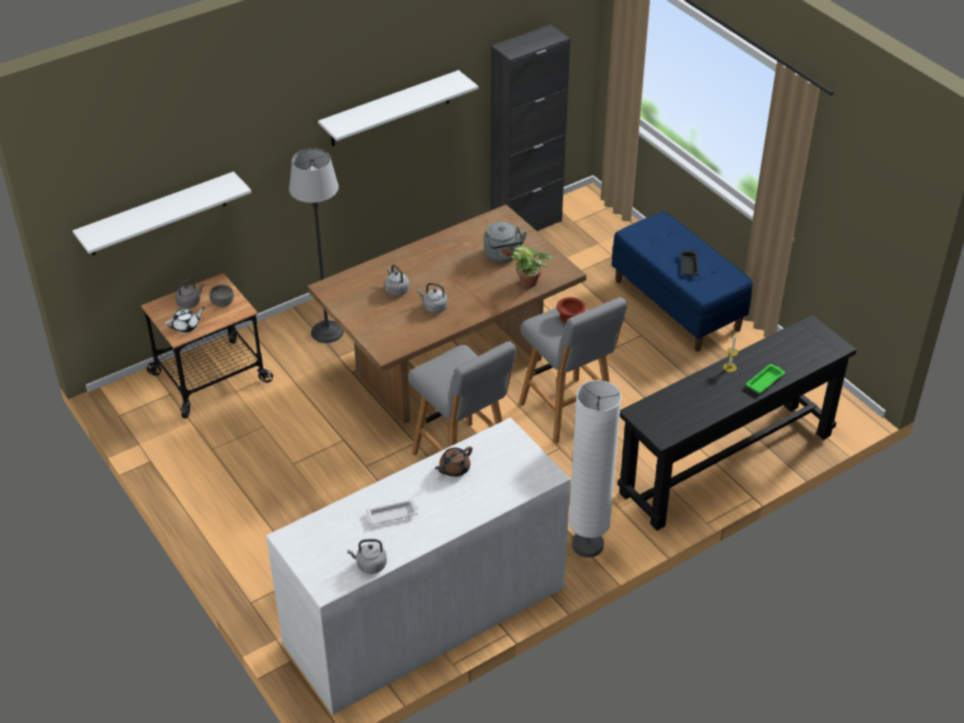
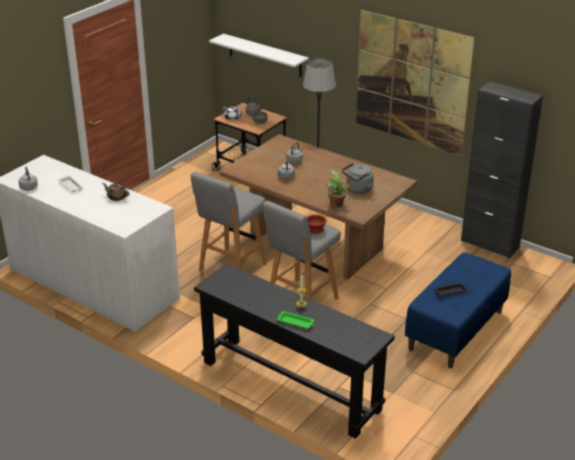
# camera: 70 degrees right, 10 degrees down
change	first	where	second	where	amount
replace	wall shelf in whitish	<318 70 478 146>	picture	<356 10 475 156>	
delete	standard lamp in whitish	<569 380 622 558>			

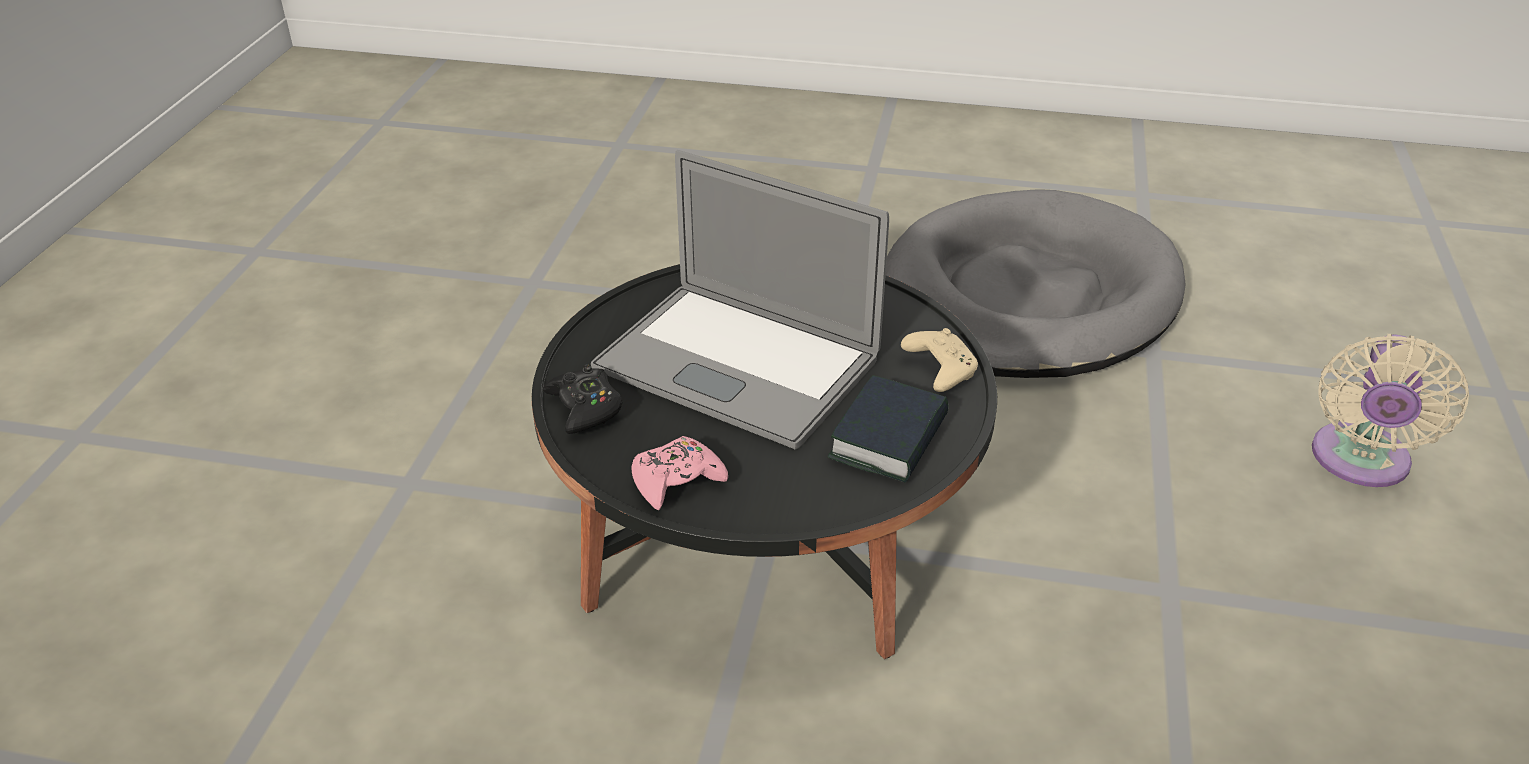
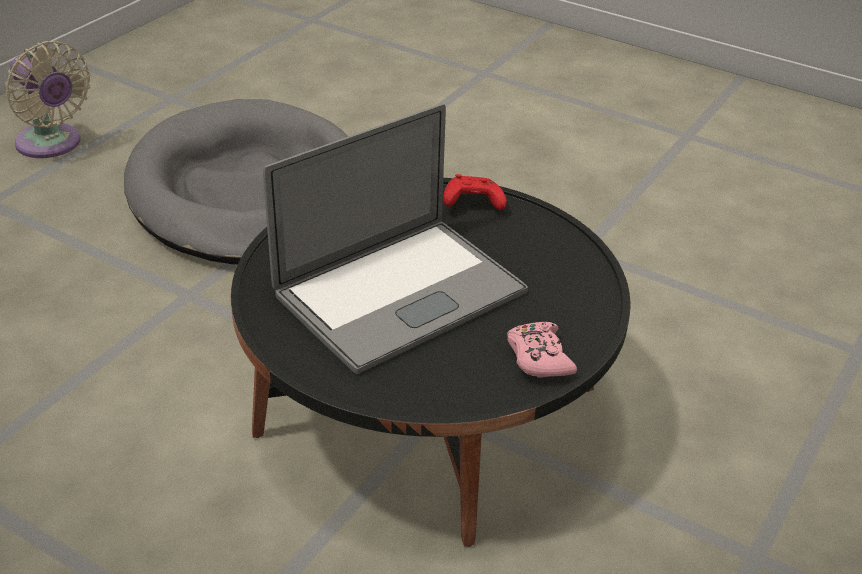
# camera: 70 degrees left, 0 degrees up
change	first	where	second	where	amount
delete	joypad in black-coloured	<543 364 623 434>			
delete	bound book	<828 375 949 483>			
recolor	joypad in beige	<901 328 978 392>	joypad in reddish	<443 174 507 210>	
move	fan in beige	<1312 334 1469 487>		<5 41 91 158>	

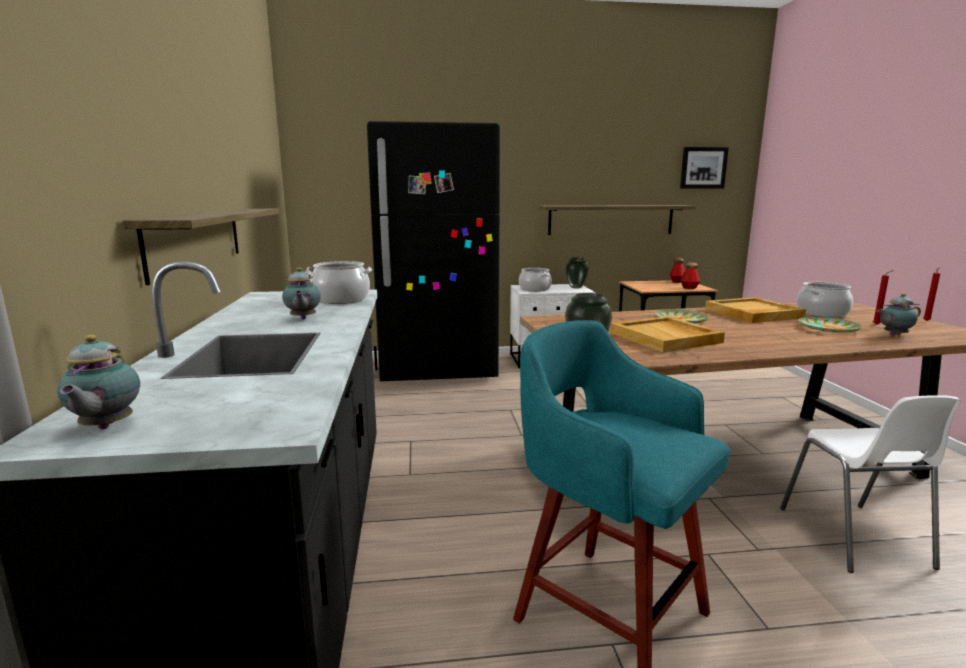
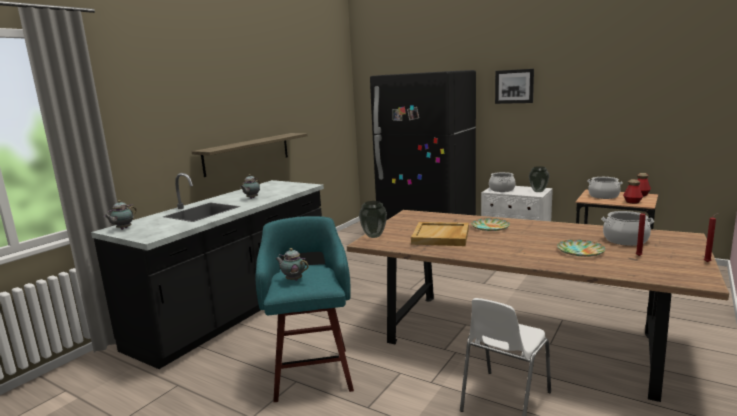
# camera: 40 degrees right, 0 degrees up
change	first	where	second	where	amount
move	cooking pot	<306 261 372 304>		<587 177 623 199>	
delete	wall shelf	<538 205 696 235>			
move	picture	<680 147 729 188>		<495 69 534 104>	
delete	tray in beige	<705 297 806 323>			
move	teapot	<877 293 921 335>		<276 248 309 281>	

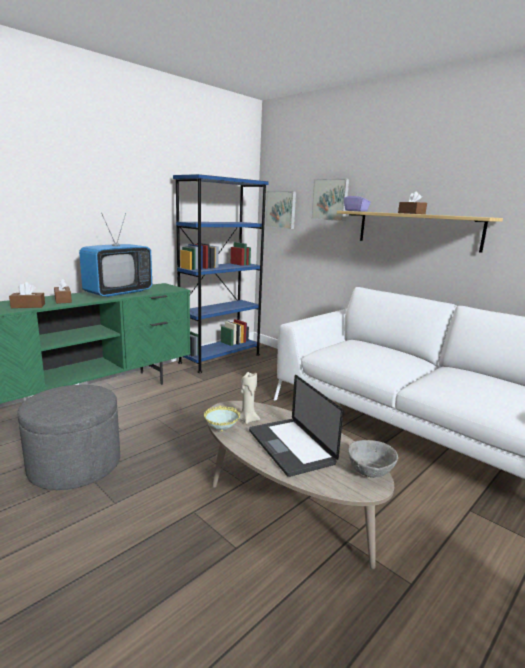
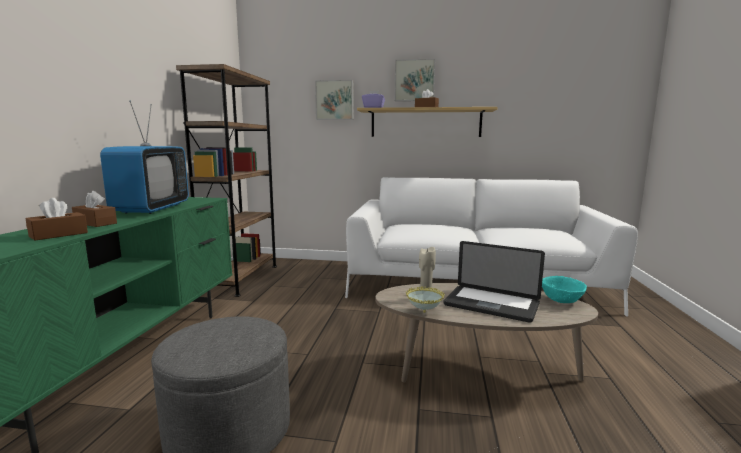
# camera: 35 degrees left, 5 degrees down
change	first	where	second	where	amount
recolor	bookcase in blue-coloured	<173 174 269 373>	bookcase in brown-coloured	<176 64 277 297>	
move	picture	<265 191 296 229>		<395 59 435 101>	
recolor	deep dish in greyish	<348 440 398 478>	deep dish in turquoise-coloured	<542 276 587 303>	

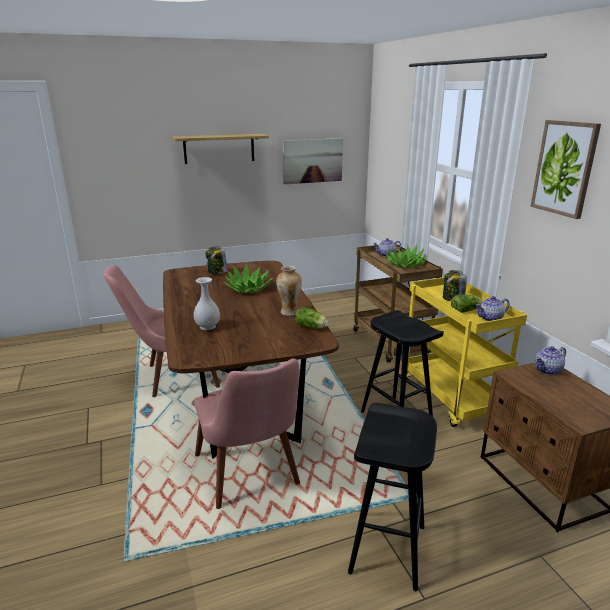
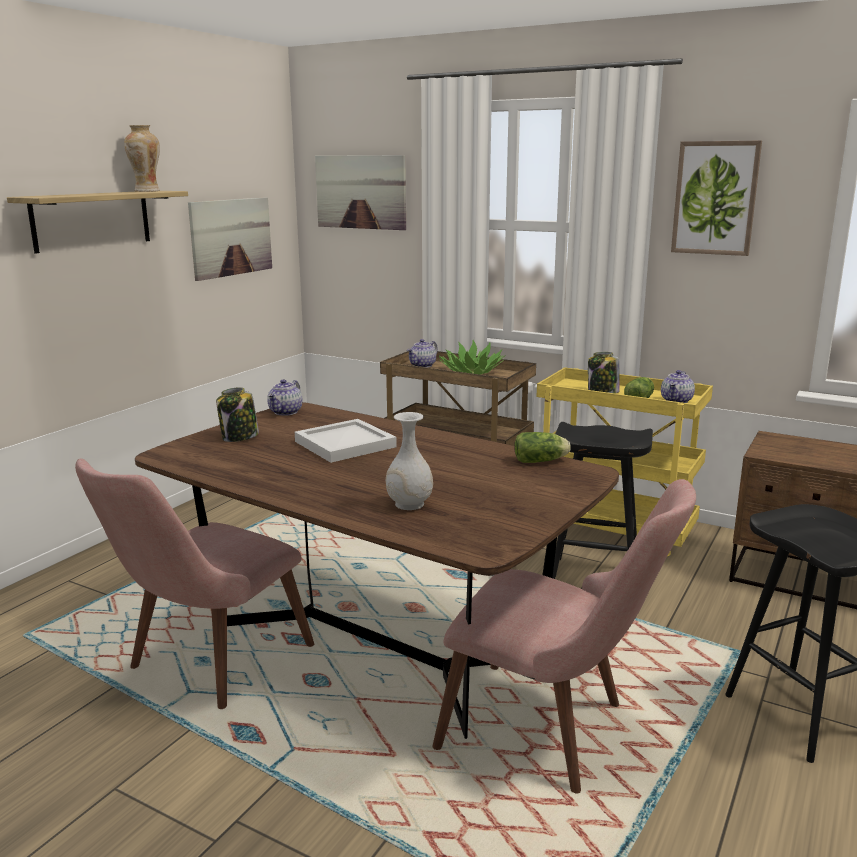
# camera: 40 degrees left, 5 degrees down
change	first	where	second	where	amount
replace	potted plant	<223 264 273 293>	tray in whitish	<295 419 397 463>	
move	vase	<276 265 302 316>		<124 125 160 192>	
move	teapot	<535 346 566 375>		<267 379 303 416>	
insert			picture	<315 155 406 230>	

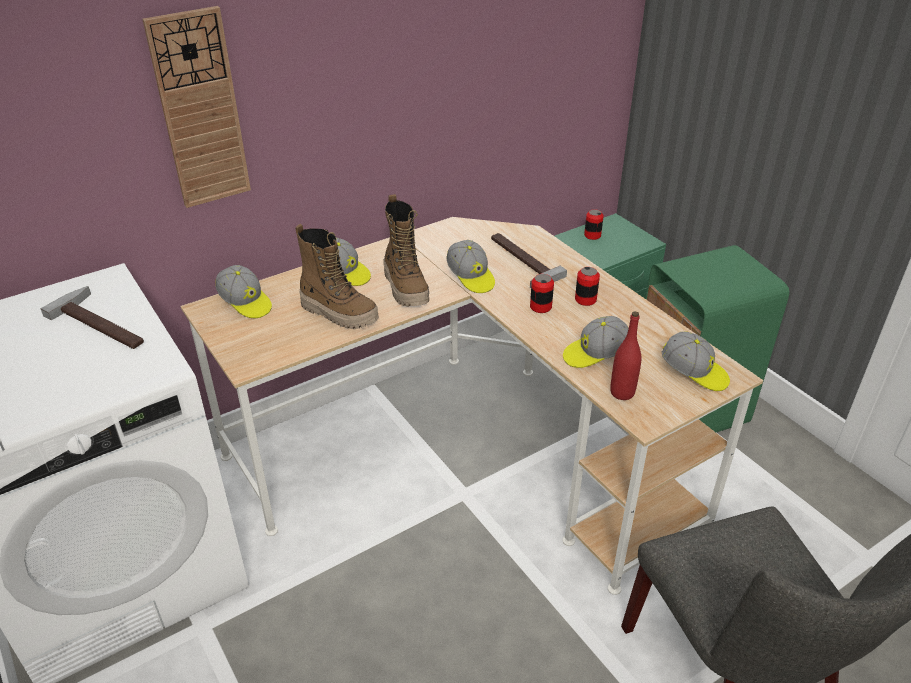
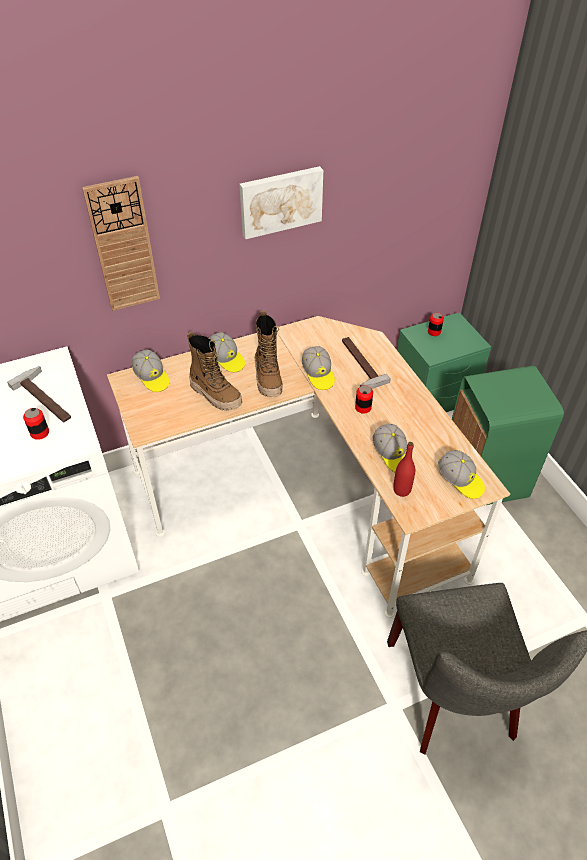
# camera: 10 degrees right, 10 degrees up
change	first	where	second	where	amount
rotate	peaked cap	<563 316 629 368>		<372 424 407 472>	105 degrees counterclockwise
move	can	<575 267 600 306>		<23 408 49 440>	
insert			picture	<239 166 323 239>	

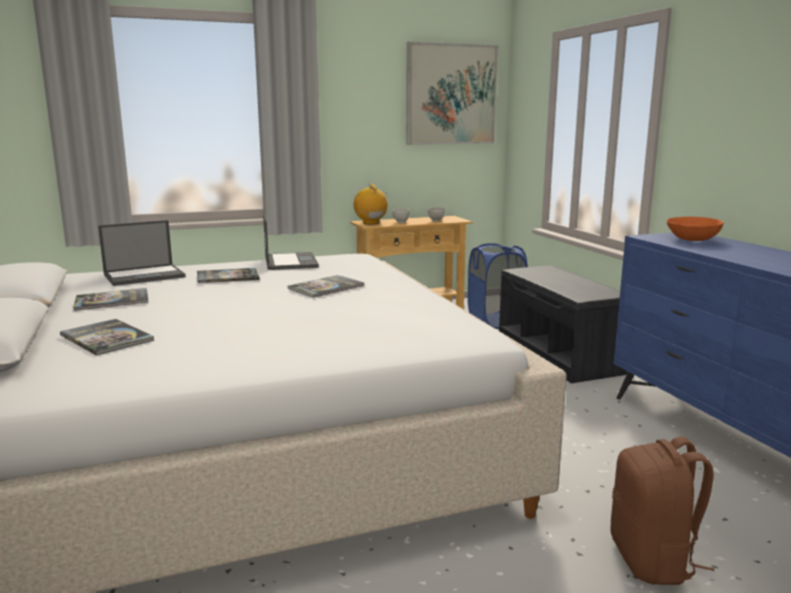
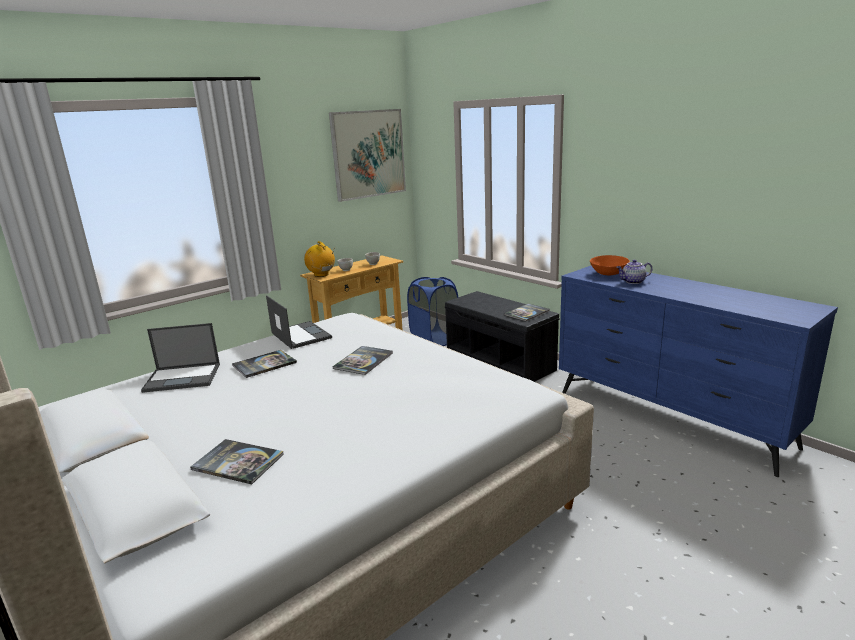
# camera: 20 degrees left, 5 degrees up
change	first	where	second	where	amount
move	bound book	<73 288 149 311>		<504 304 550 322>	
rotate	notebook computer	<98 220 186 286>		<141 323 220 393>	45 degrees clockwise
delete	knapsack in brown-coloured	<611 437 715 585>			
insert			teapot	<616 260 652 284>	

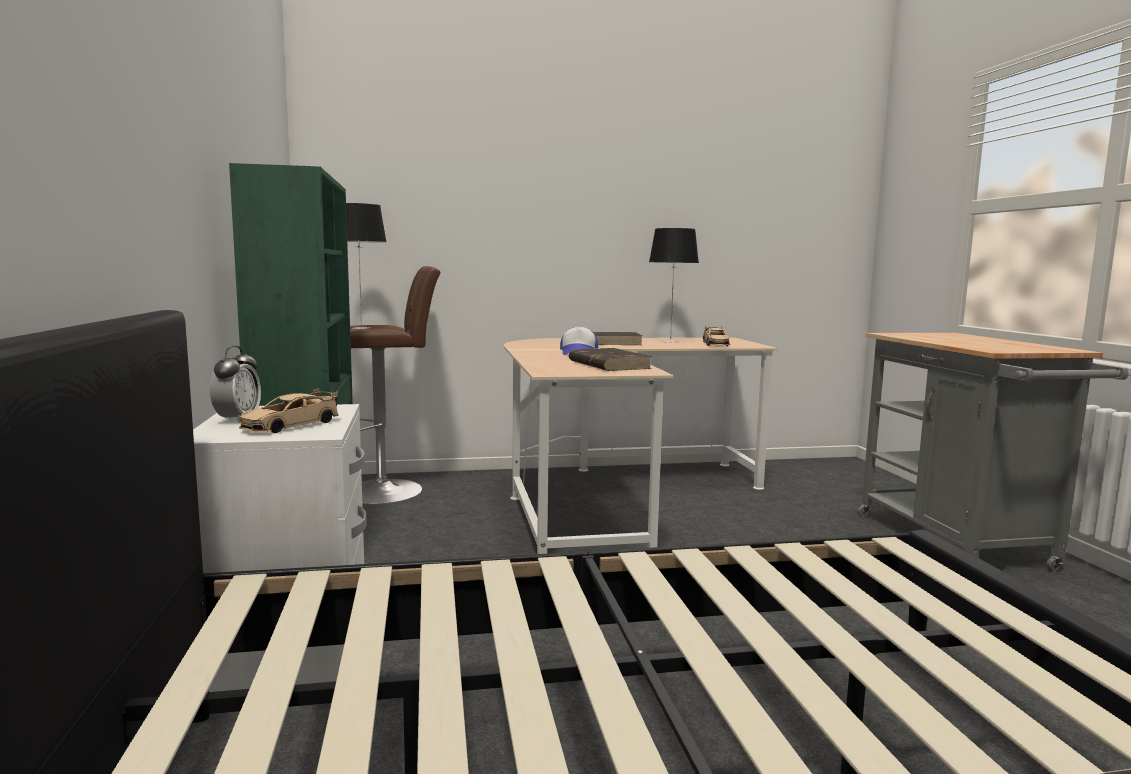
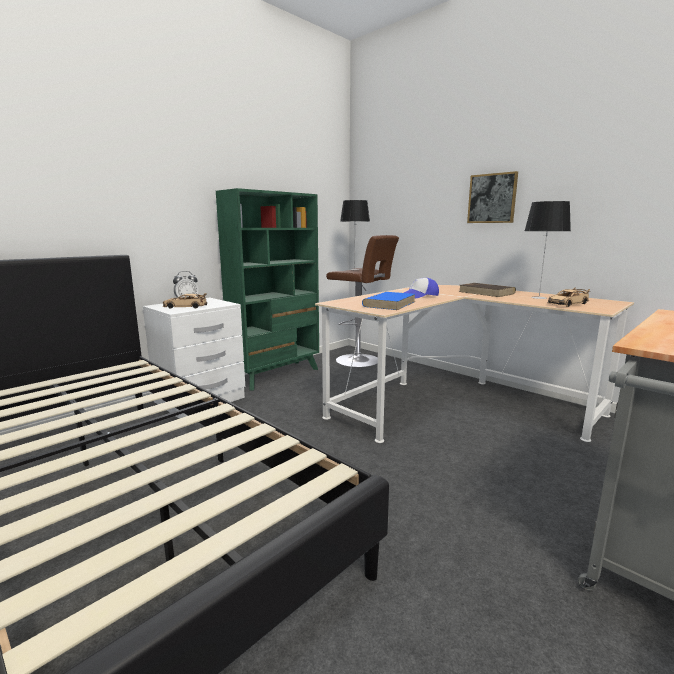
# camera: 55 degrees right, 5 degrees up
change	first	where	second	where	amount
recolor	bound book in brown-coloured	<569 348 652 371>	bound book in blue-coloured	<362 292 415 310>	
insert			picture	<467 171 518 223>	

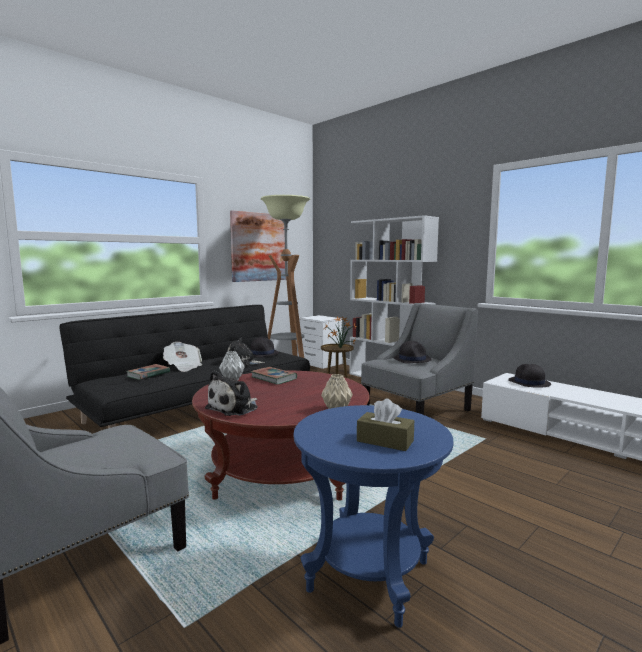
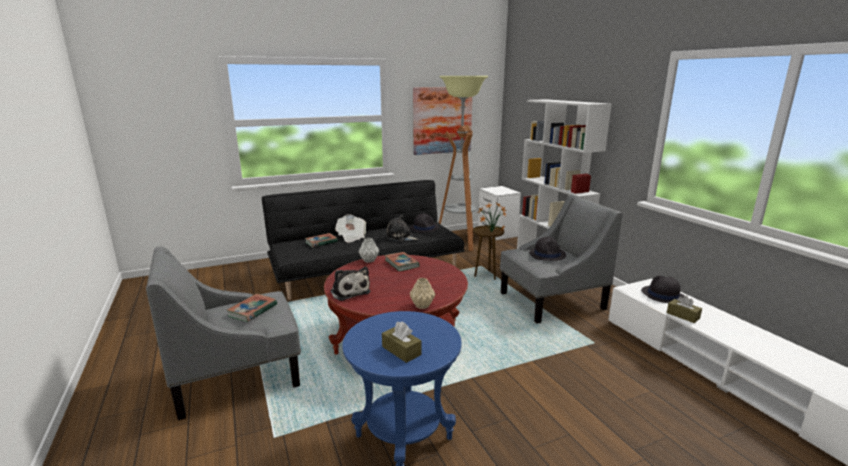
# camera: 20 degrees right, 10 degrees up
change	first	where	second	where	amount
rotate	soft toy	<205 370 258 416>		<330 267 371 301>	90 degrees counterclockwise
insert			bound book	<226 294 277 322>	
insert			box of tissues in brown-coloured	<667 296 702 323>	

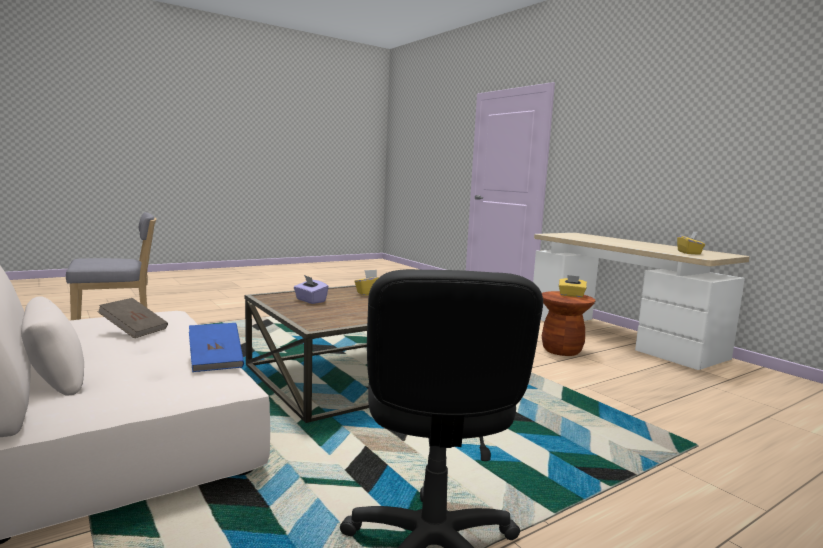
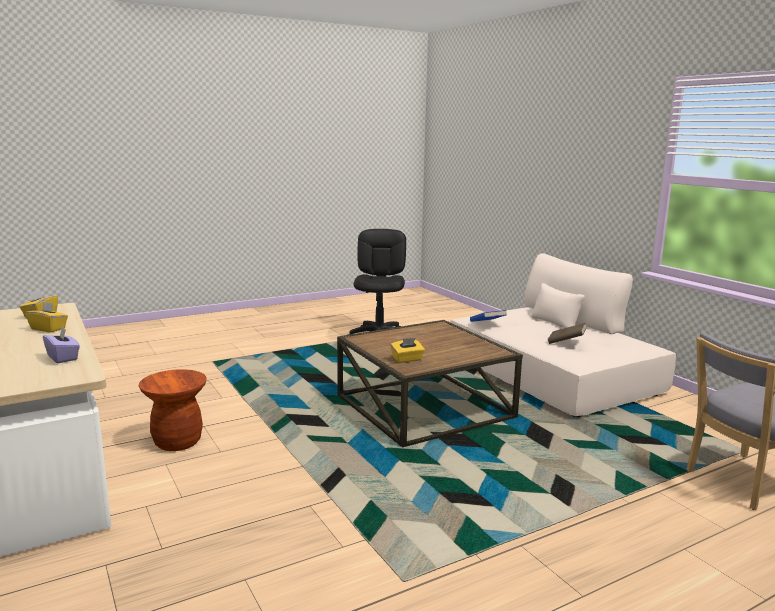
# camera: 175 degrees left, 5 degrees up
change	first	where	second	where	amount
move	box of tissues in purple	<294 275 329 304>		<43 326 80 363>	
move	box of tissues in yellowish	<559 275 587 297>		<25 302 68 333>	

